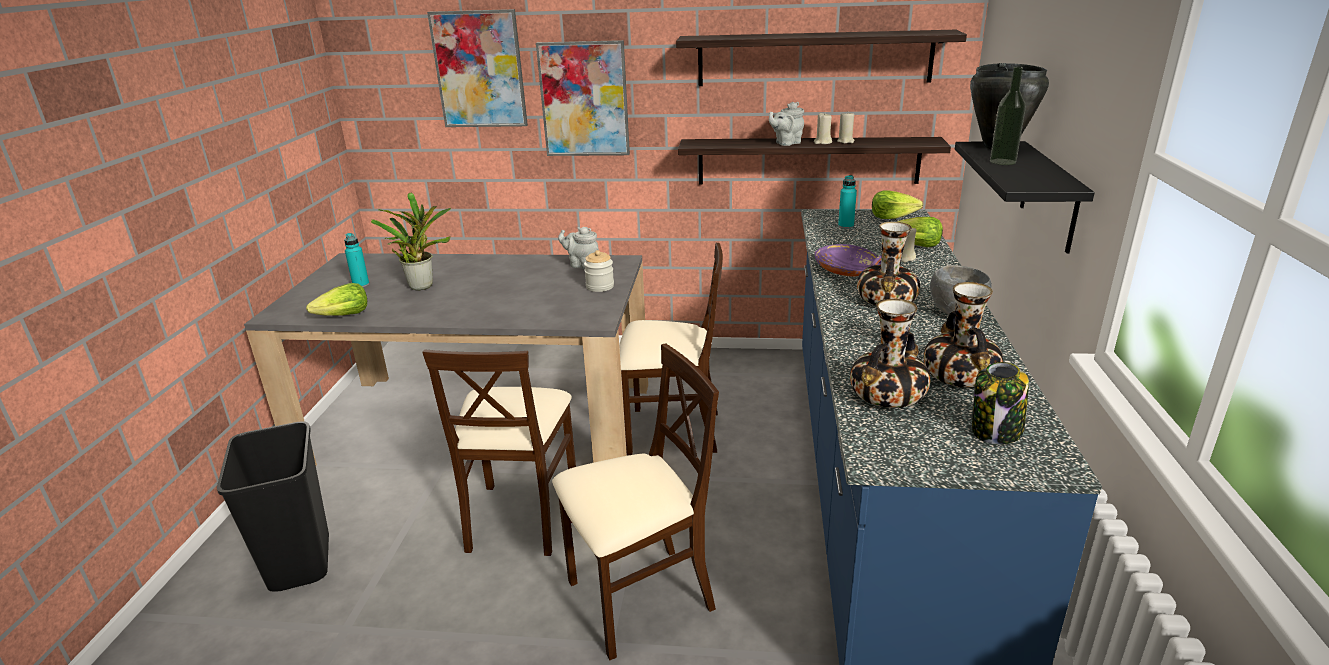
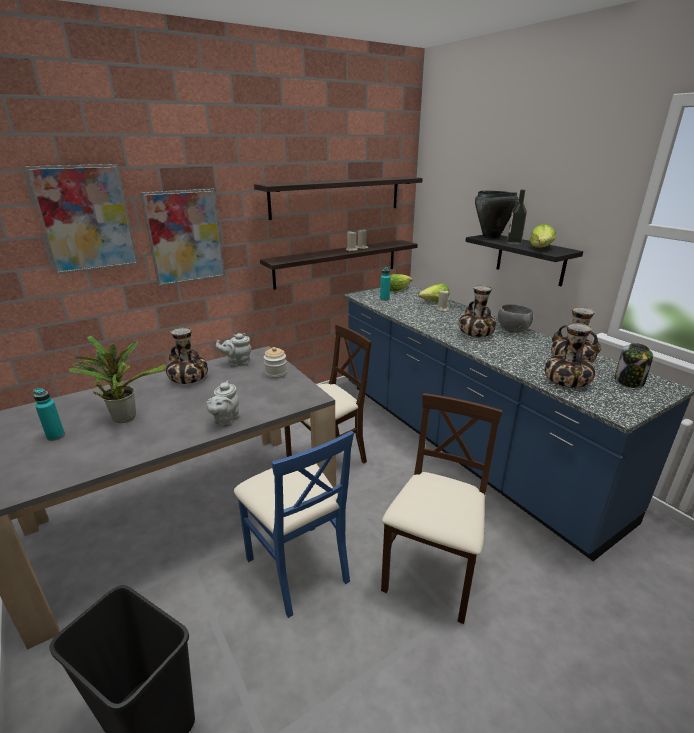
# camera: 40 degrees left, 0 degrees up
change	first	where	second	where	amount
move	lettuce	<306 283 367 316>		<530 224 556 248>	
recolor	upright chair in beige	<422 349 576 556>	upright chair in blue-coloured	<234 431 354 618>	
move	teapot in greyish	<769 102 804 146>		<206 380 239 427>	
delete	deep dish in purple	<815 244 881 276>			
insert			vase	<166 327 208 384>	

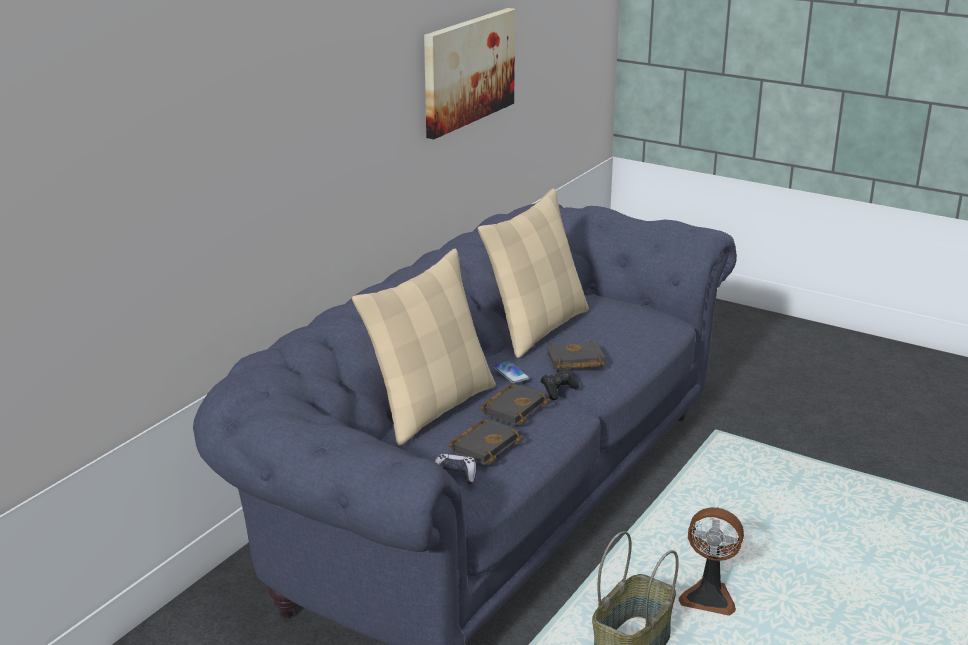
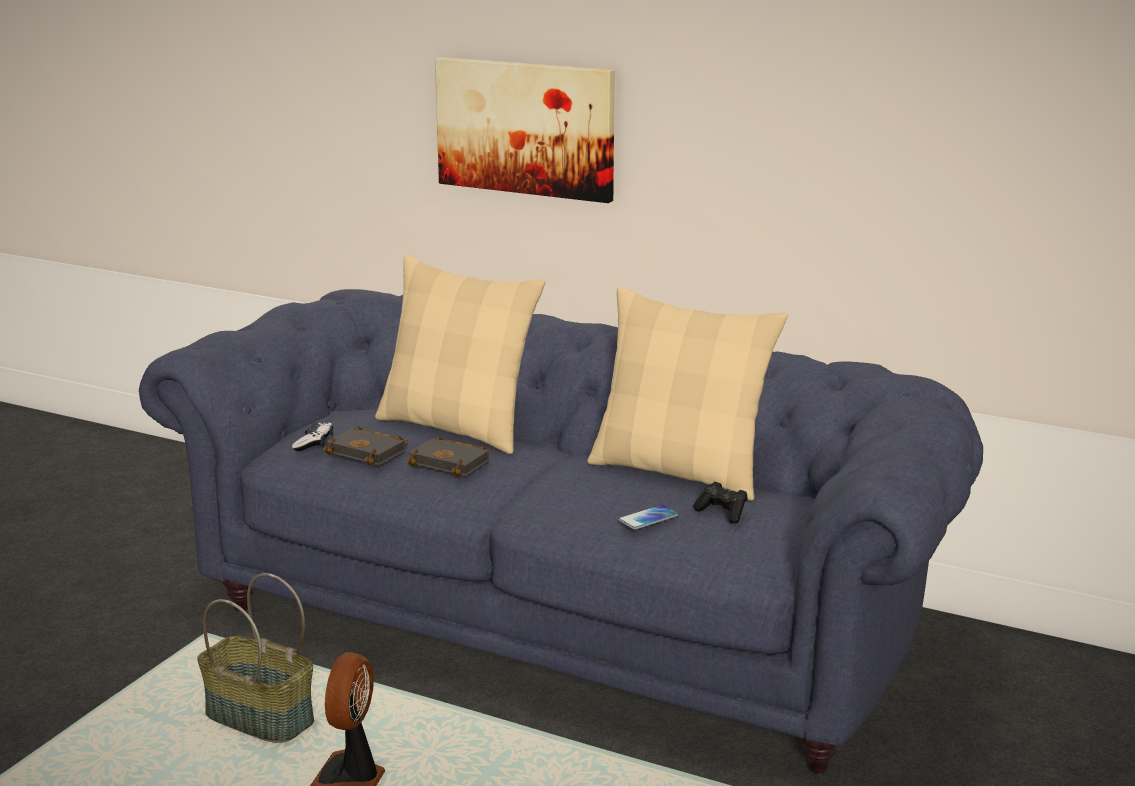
# camera: 85 degrees right, 5 degrees down
change	first	where	second	where	amount
move	picture	<424 8 515 139>		<435 57 615 203>	
move	telephone	<492 361 530 383>		<618 505 678 530>	
move	joypad in black-coloured	<541 367 579 400>		<693 482 748 524>	
delete	bound book in black-coloured	<546 341 605 369>			

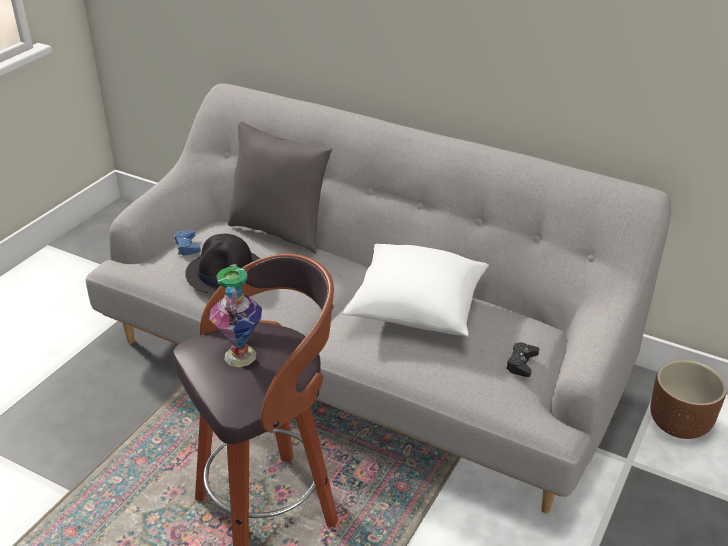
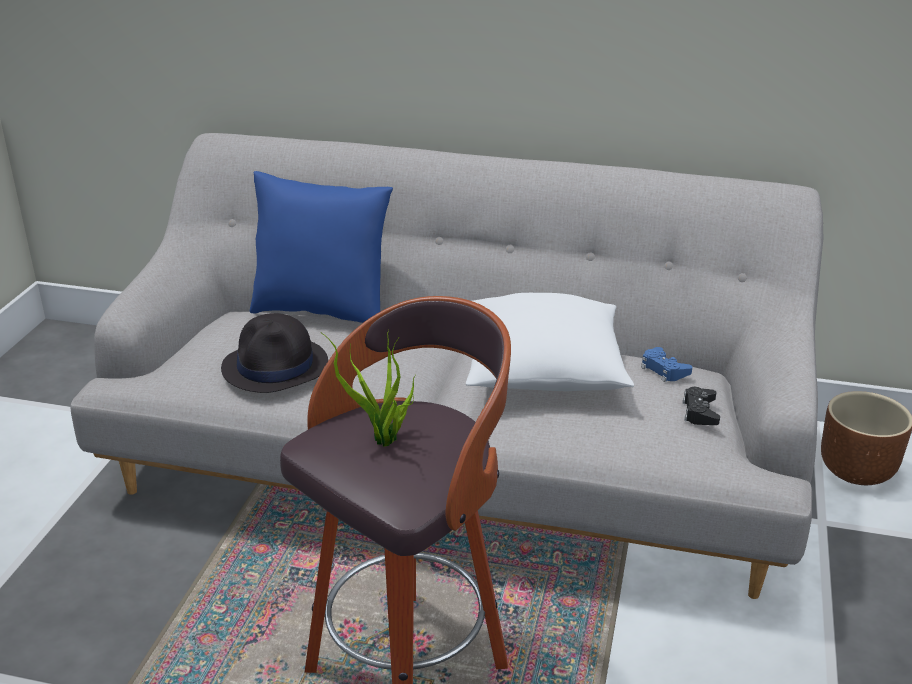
# camera: 15 degrees left, 5 degrees down
change	first	where	second	where	amount
move	joypad in blue-coloured	<174 230 201 255>		<641 347 692 382>	
replace	vase	<209 264 262 367>	potted plant	<320 330 416 447>	
recolor	pillow in greyish	<228 122 332 254>	pillow in blue-coloured	<250 171 393 323>	

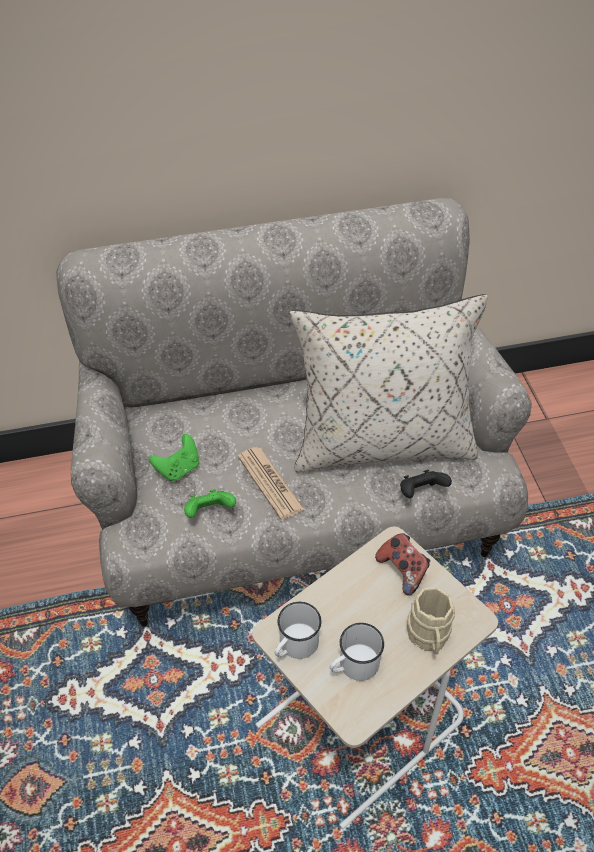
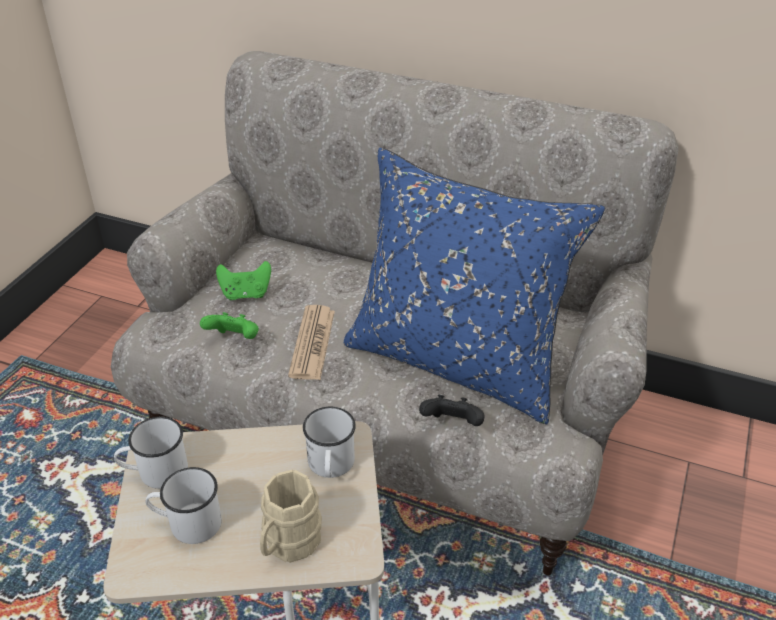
# camera: 35 degrees right, 10 degrees down
change	first	where	second	where	amount
recolor	pillow in beige	<289 294 488 473>	pillow in blue-coloured	<344 148 605 425>	
replace	joypad	<375 533 430 596>	coffee mug in whitish	<303 407 356 478>	

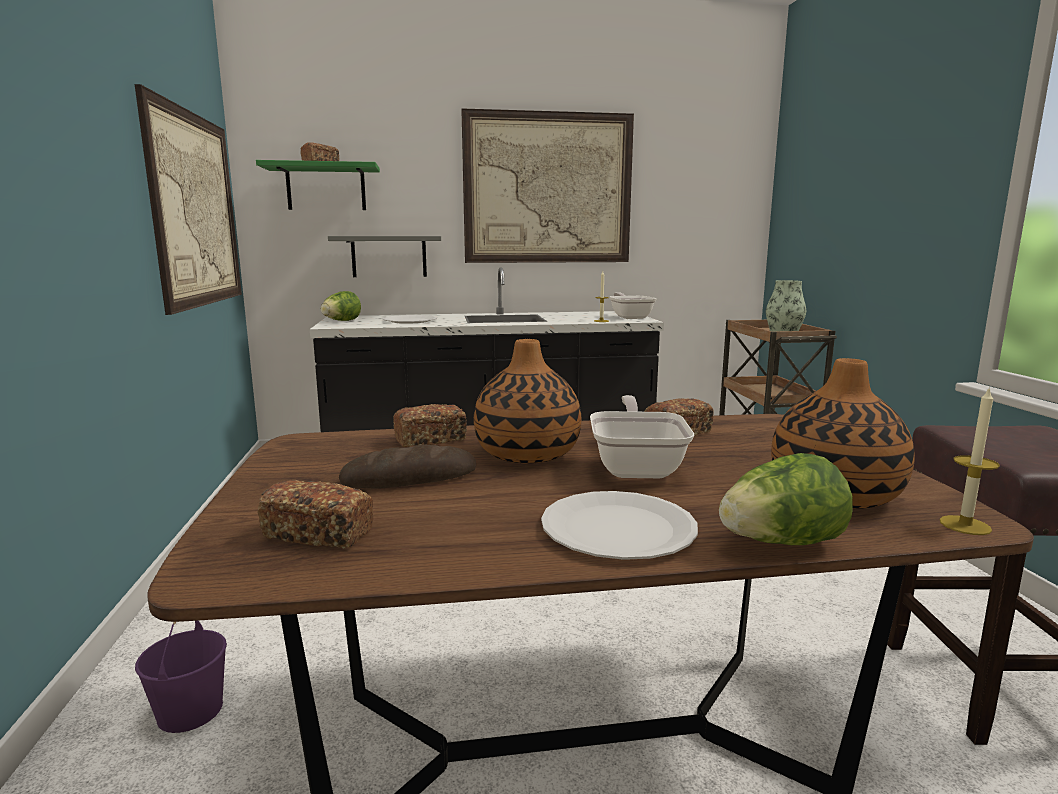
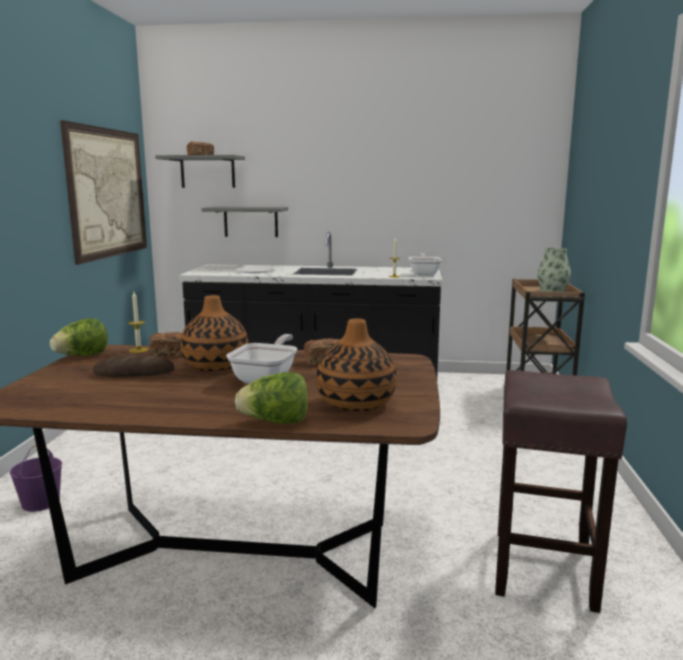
# camera: 15 degrees right, 0 degrees up
change	first	where	second	where	amount
recolor	wall shelf in green	<256 160 380 210>	wall shelf in greyish	<155 155 245 188>	
delete	bread	<258 480 373 549>			
move	lettuce	<321 291 361 321>		<50 318 108 356>	
delete	picture	<461 109 634 263>			
delete	flat dish in whitish	<541 491 698 560>			
move	candle	<939 386 1000 535>		<128 292 149 353>	

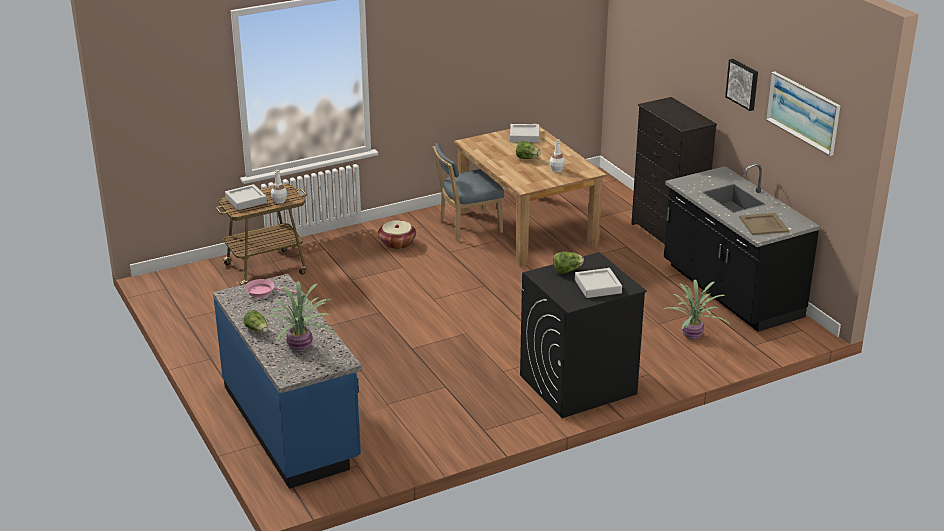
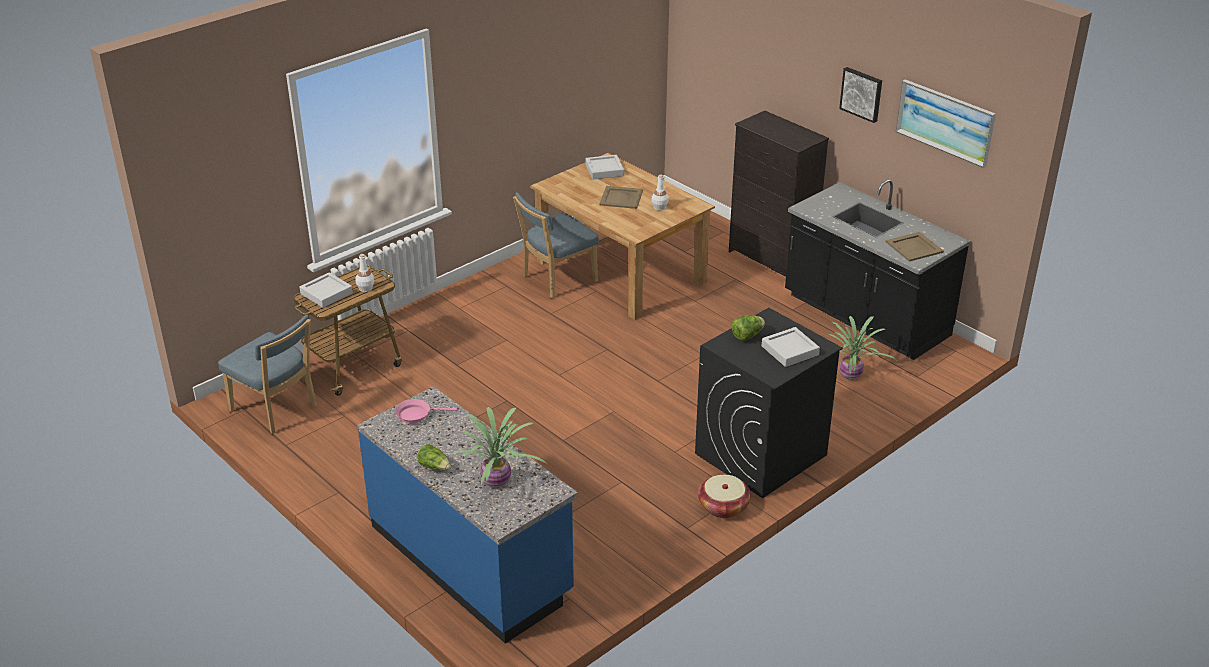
# camera: 15 degrees left, 5 degrees up
change	first	where	second	where	amount
move	basket	<378 220 416 249>		<698 475 751 518>	
replace	lettuce	<516 141 541 159>	tray in beige	<599 186 643 209>	
insert			upright chair in blue-coloured	<218 315 317 434>	

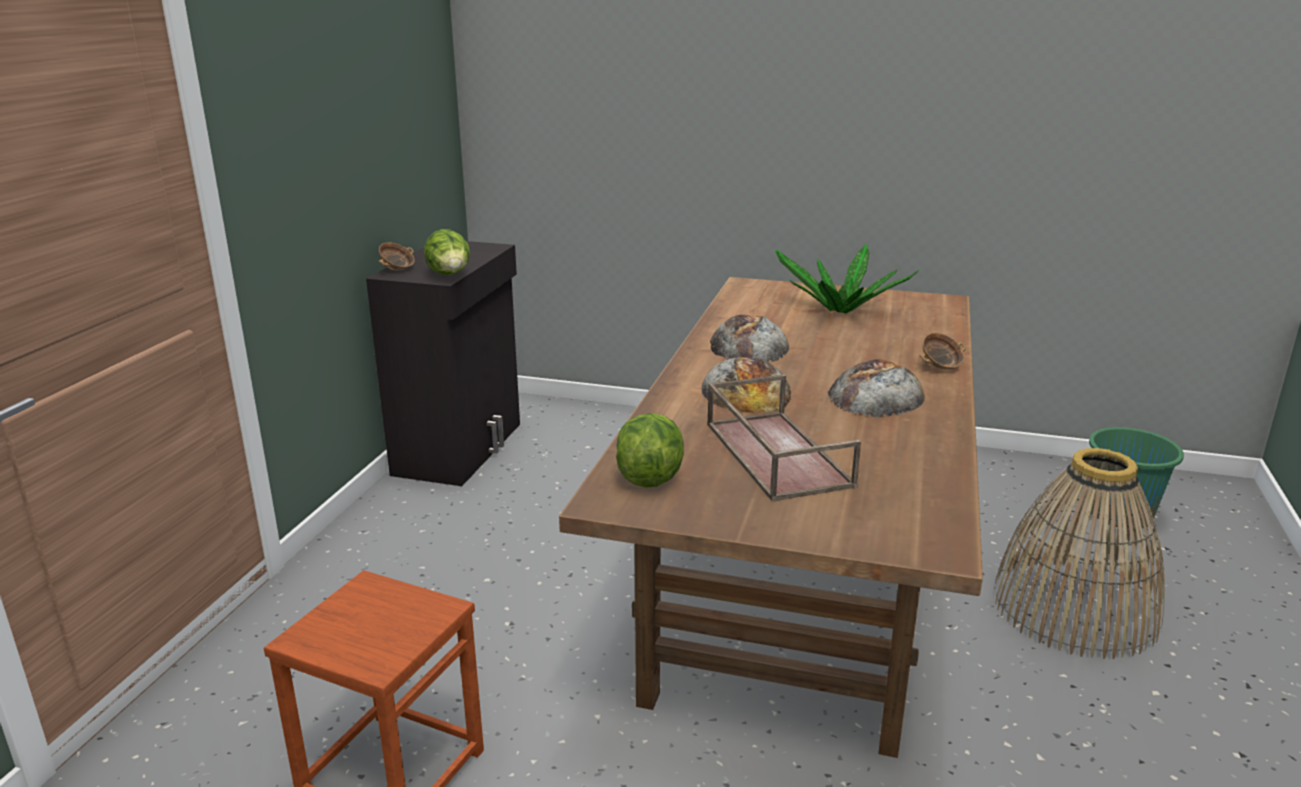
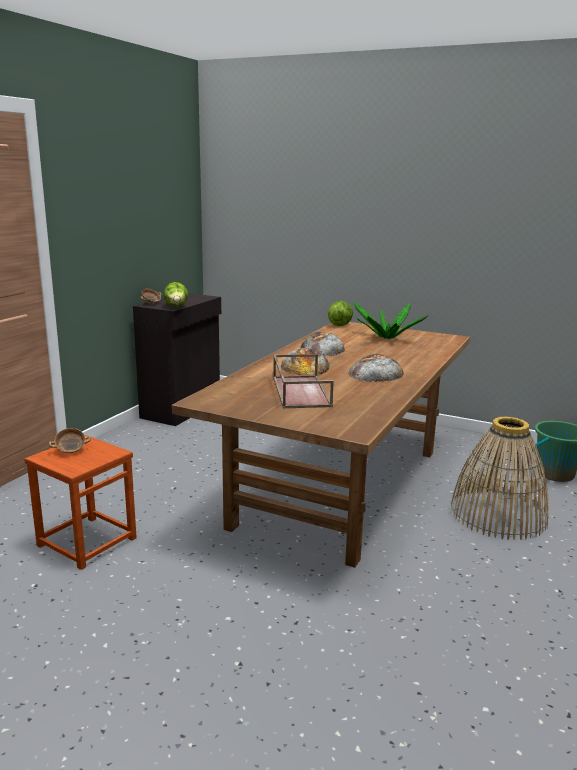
# camera: 10 degrees right, 5 degrees down
change	first	where	second	where	amount
move	lettuce	<616 413 684 488>		<328 301 353 326>	
move	deep dish	<919 333 966 370>		<49 428 91 453>	

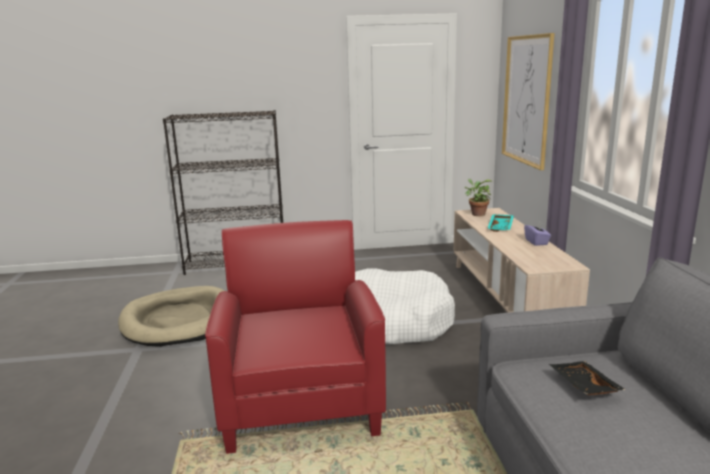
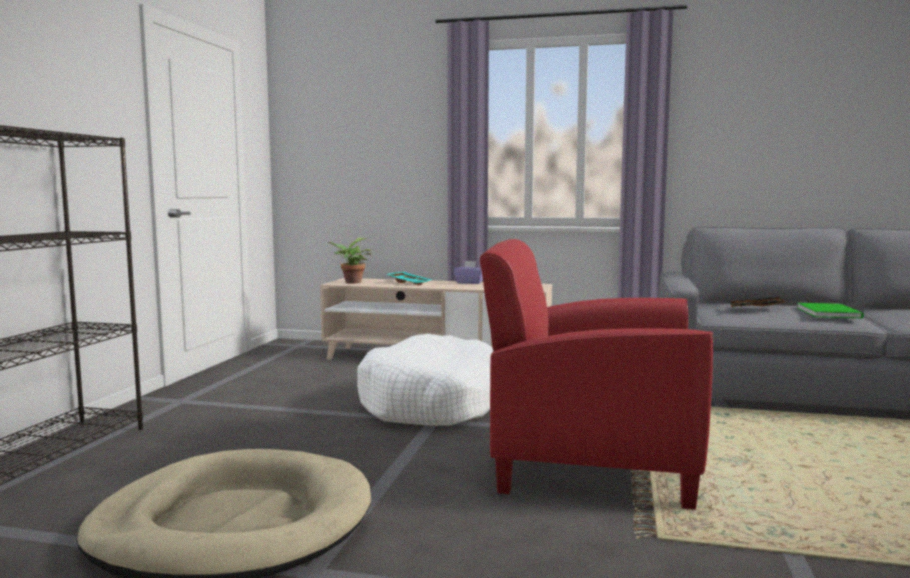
# camera: 70 degrees left, 10 degrees down
change	first	where	second	where	amount
delete	picture	<502 33 555 170>			
insert			bound book in green	<798 303 864 318>	

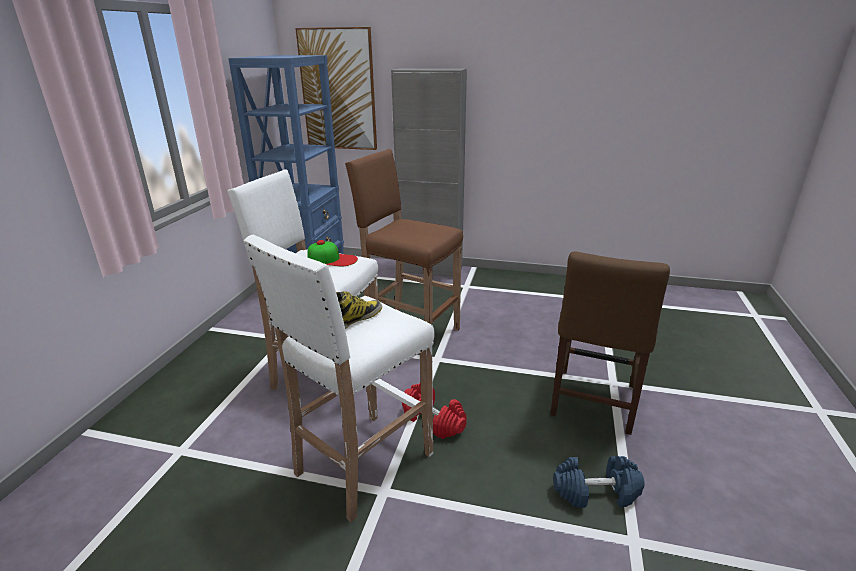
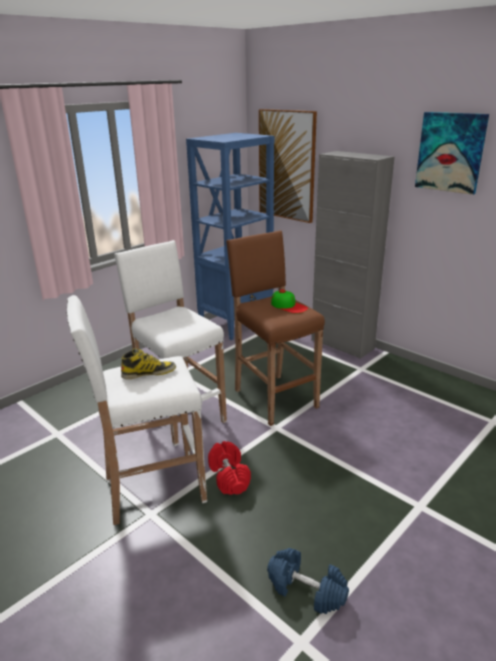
# camera: 30 degrees right, 0 degrees up
change	first	where	second	where	amount
move	peaked cap	<307 240 358 266>		<271 289 308 313>	
delete	upright chair in brown-coloured	<550 252 670 435>			
insert			picture	<415 112 489 195>	

